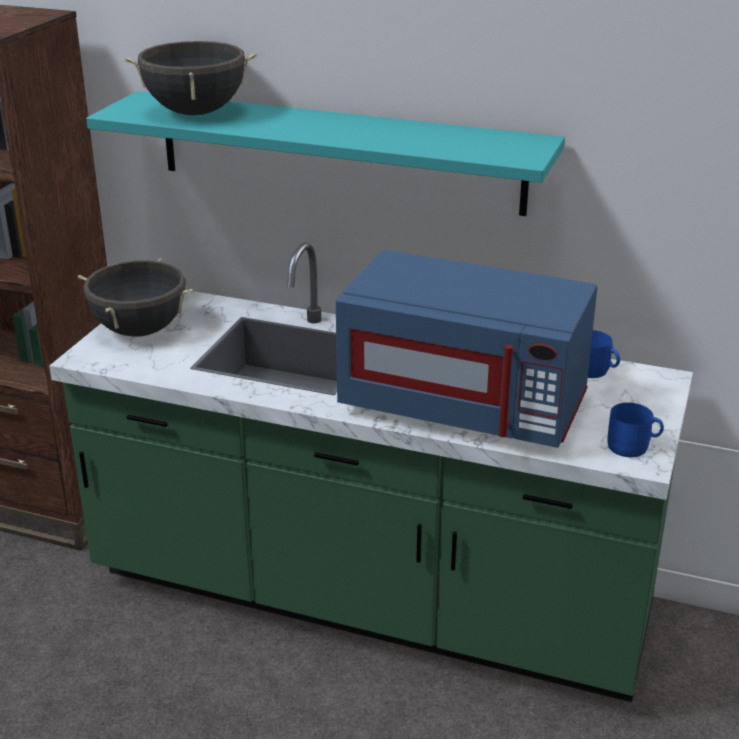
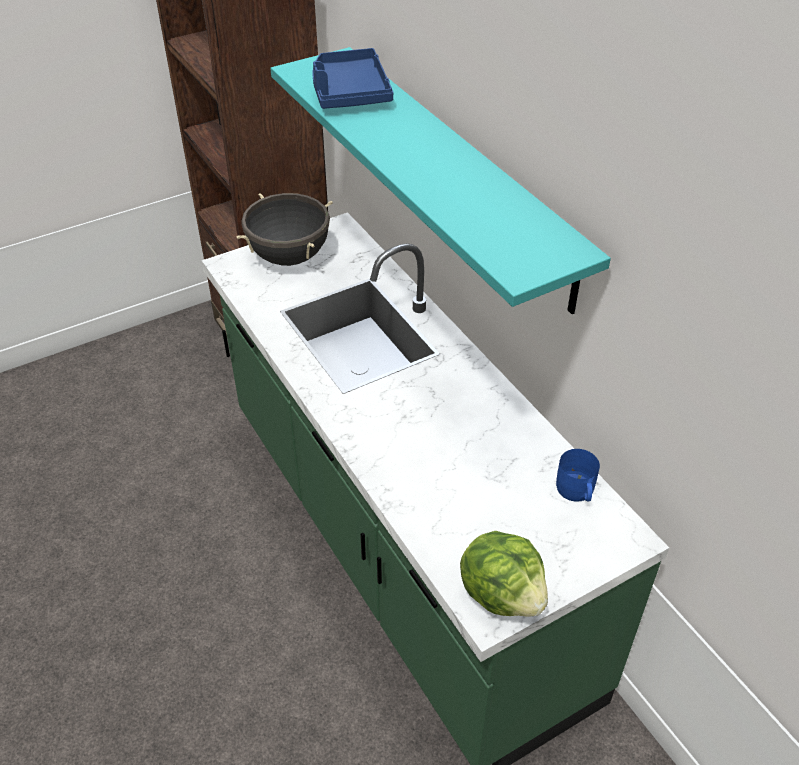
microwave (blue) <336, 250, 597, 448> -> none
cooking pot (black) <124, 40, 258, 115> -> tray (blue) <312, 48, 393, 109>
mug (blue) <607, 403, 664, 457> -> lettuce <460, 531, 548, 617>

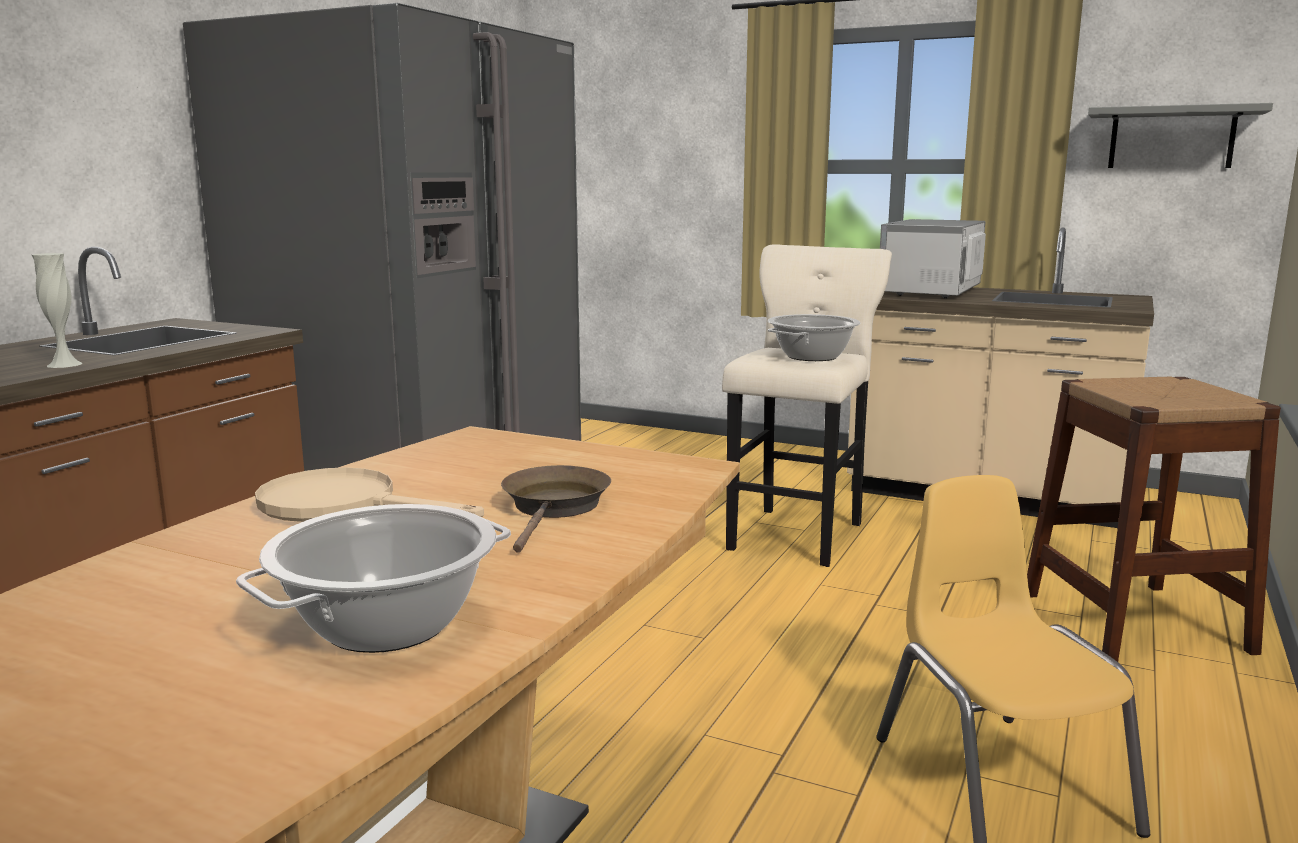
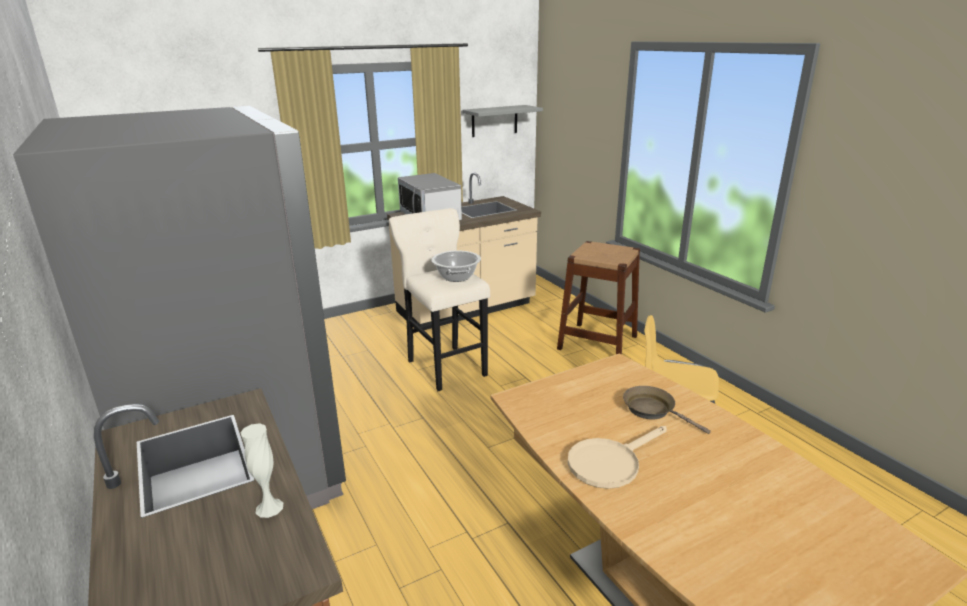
cooking pot <236, 504, 511, 653> -> none

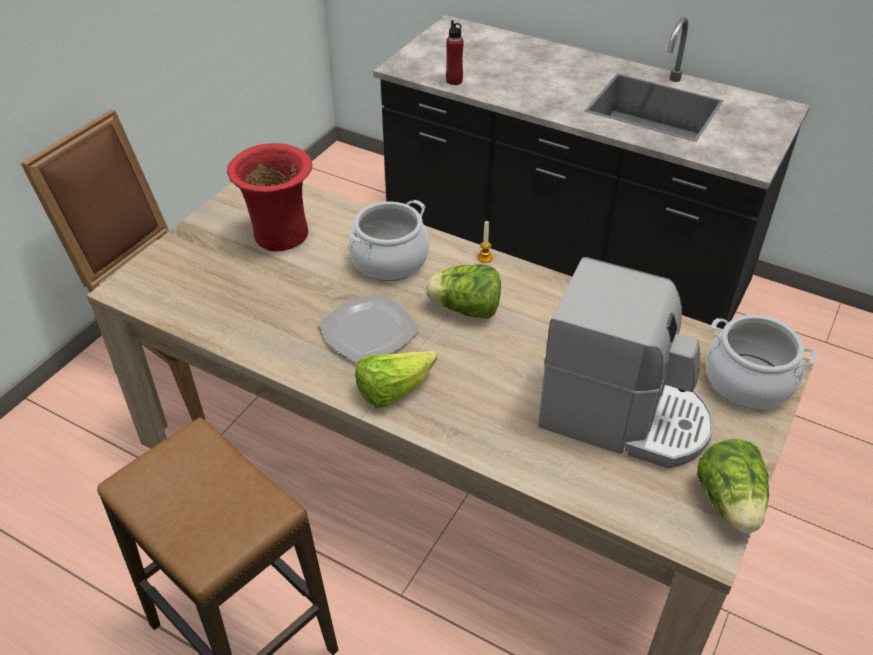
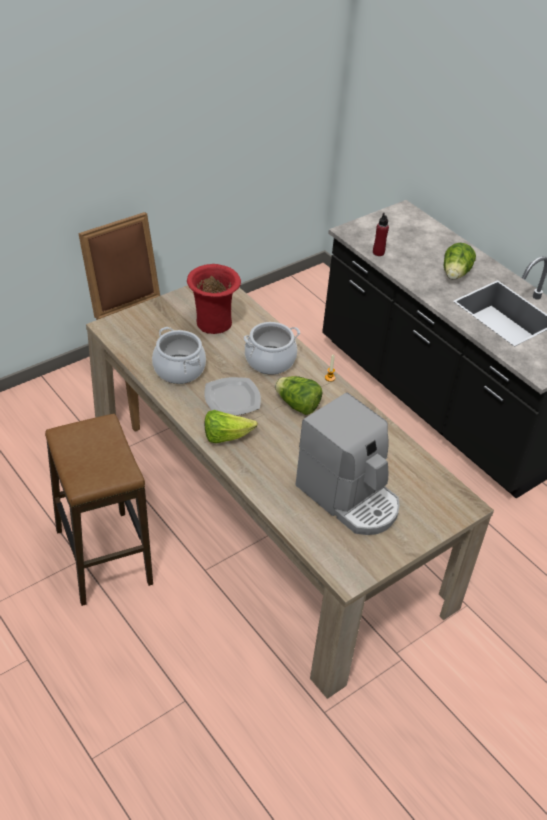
lettuce <697, 439, 769, 533> -> lettuce <444, 243, 476, 280>, move
cooking pot <706, 315, 817, 409> -> cooking pot <152, 327, 206, 384>, move

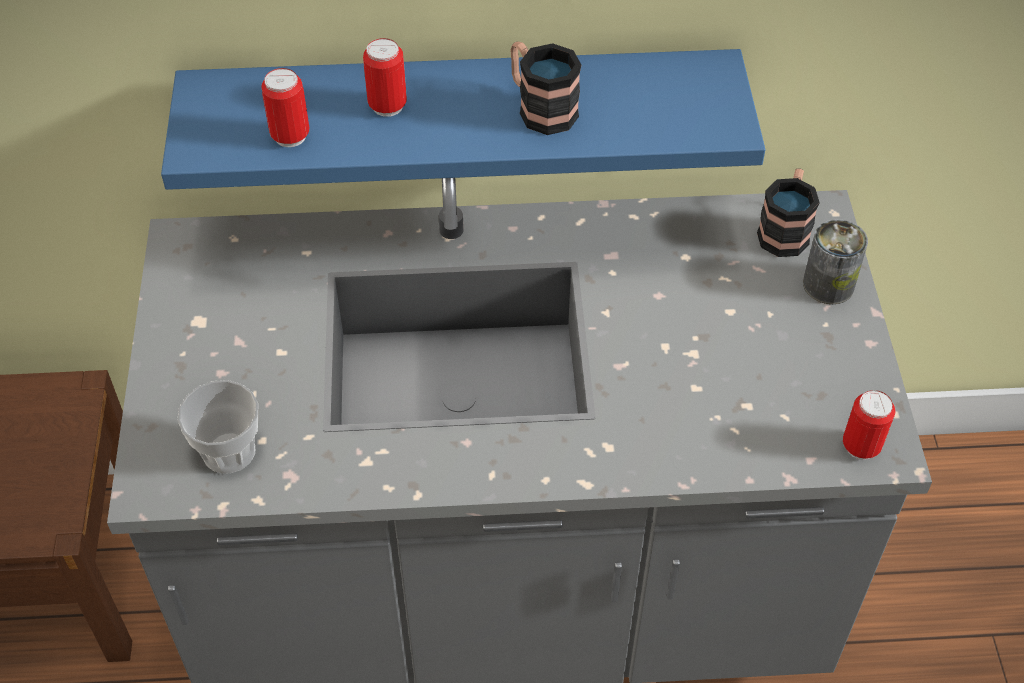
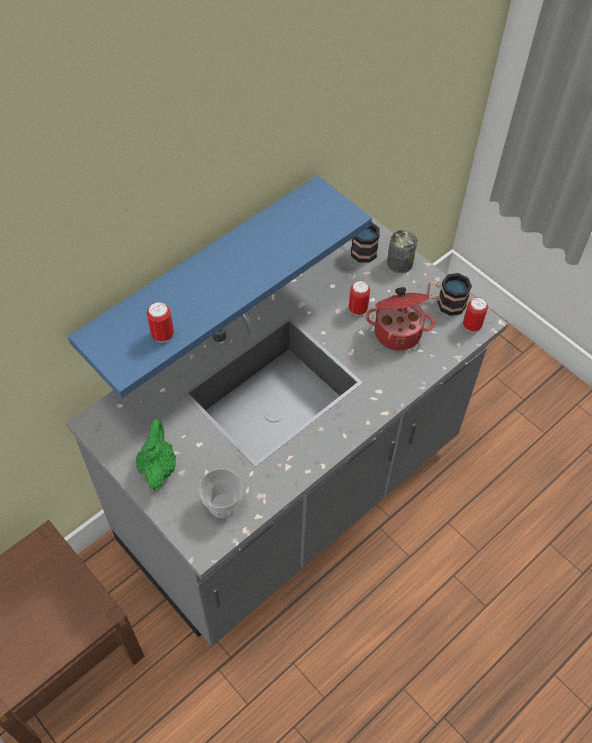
none -> teapot (green) <136, 419, 176, 491>
none -> cooking pot <366, 287, 435, 351>
can <363, 38, 407, 117> -> can <349, 281, 370, 316>, move
mug <511, 41, 581, 135> -> mug <427, 273, 472, 316>, move

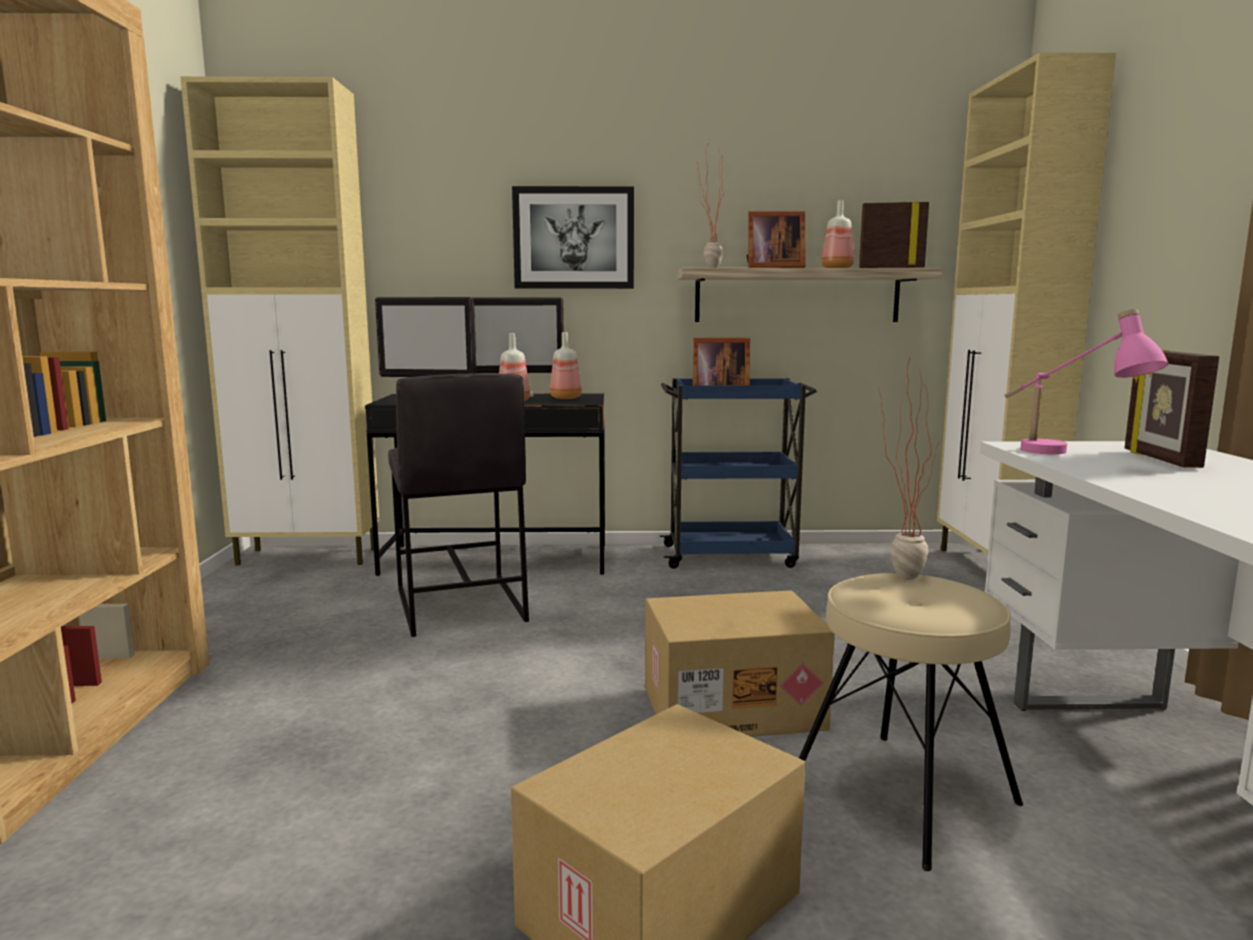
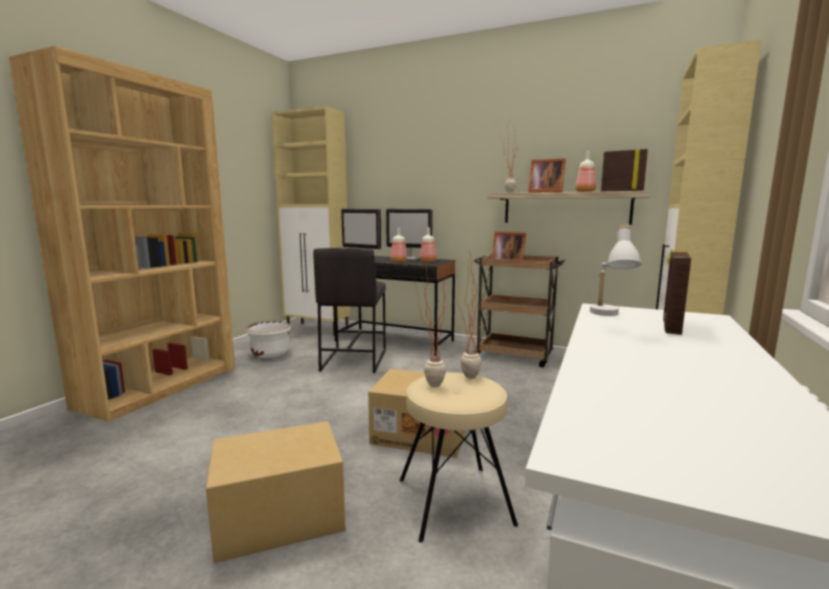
picture <512, 186, 634, 289> -> none
none -> planter (white) <246, 321, 291, 358>
none -> potted plant <415, 253, 447, 387>
cart (blue) <659, 378, 817, 569> -> cart (brown) <474, 254, 565, 368>
table lamp (pink) <1004, 309, 1168, 454> -> table lamp (white) <590, 224, 641, 316>

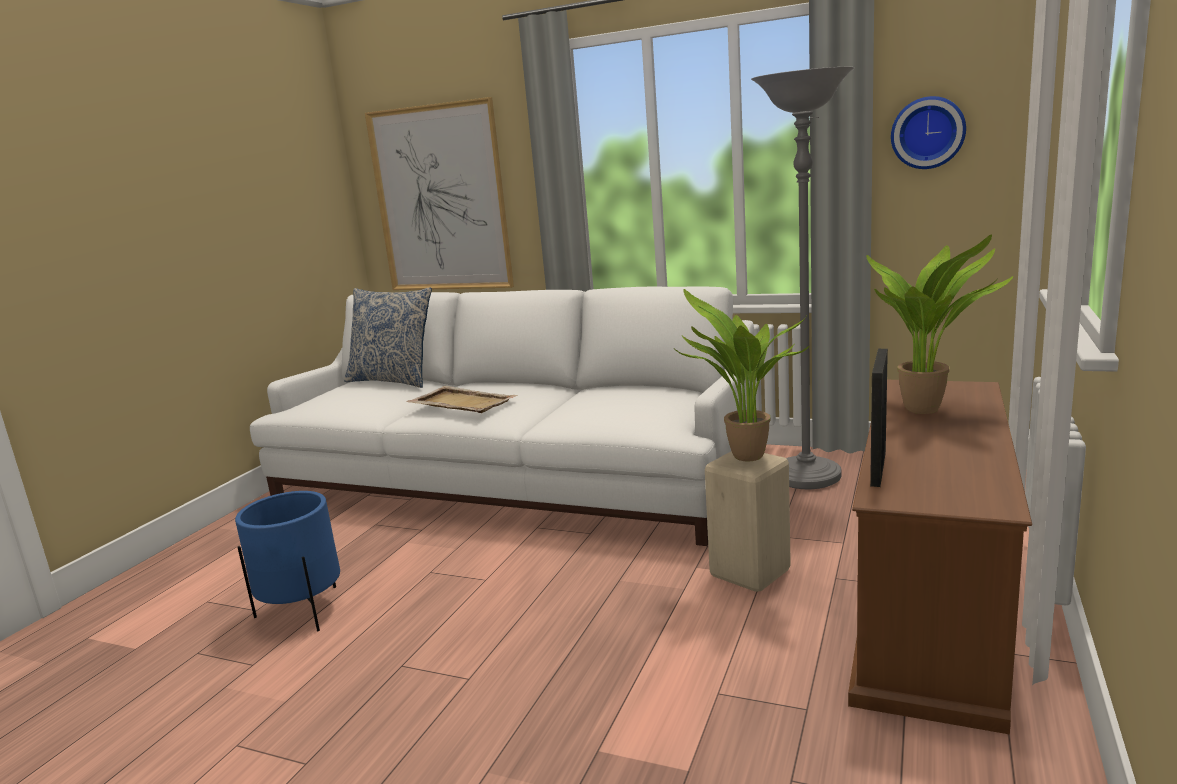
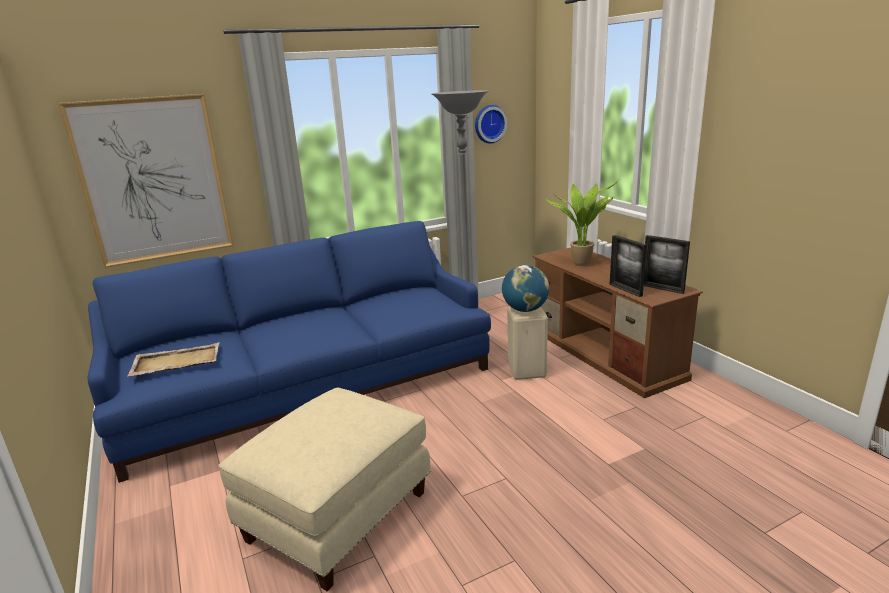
pillow <344, 287, 432, 388> -> none
none -> picture frame <644, 235, 690, 294>
tray (beige) <406, 386, 518, 413> -> tray (beige) <127, 342, 219, 377>, move
planter (blue) <235, 491, 340, 631> -> ottoman (beige) <219, 388, 431, 591>
potted plant <675, 289, 809, 462> -> globe <502, 265, 549, 312>
sofa (white) <250, 286, 754, 546> -> sofa (blue) <88, 221, 491, 483>

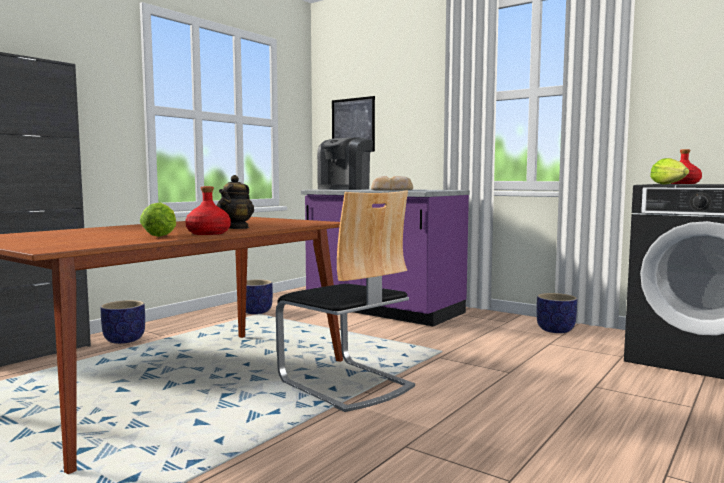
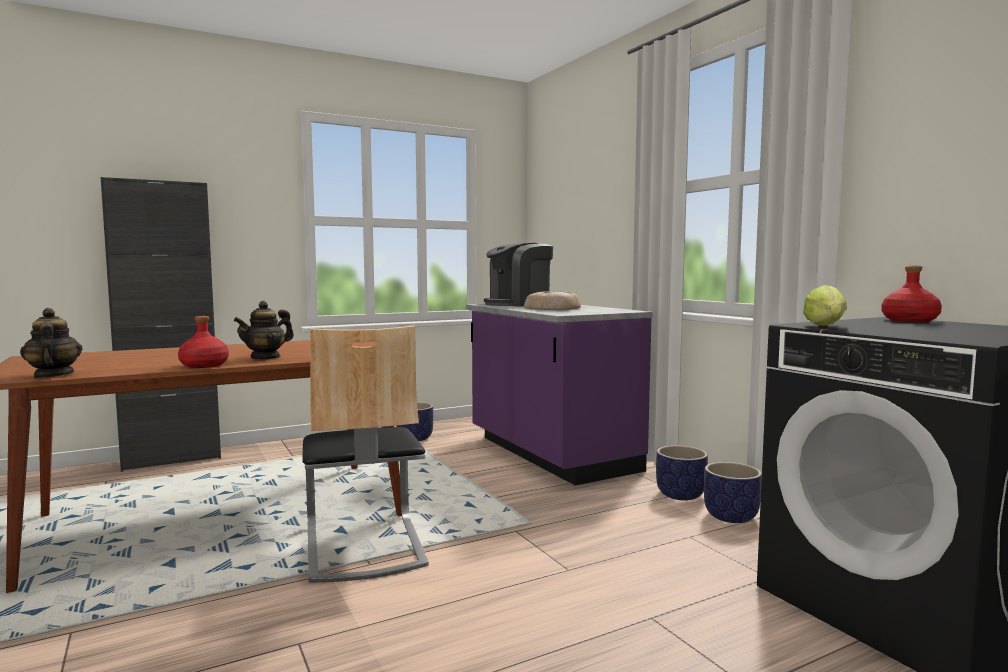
lettuce <140, 203, 176, 237> -> none
picture <332, 96, 375, 152> -> none
none -> teapot <20, 308, 83, 378>
planter <101, 300, 145, 344> -> planter <656, 445, 708, 501>, move

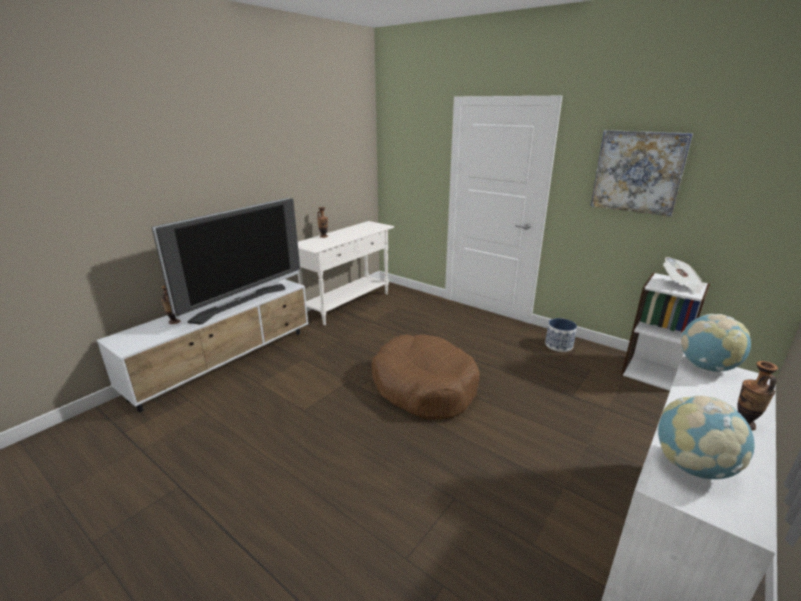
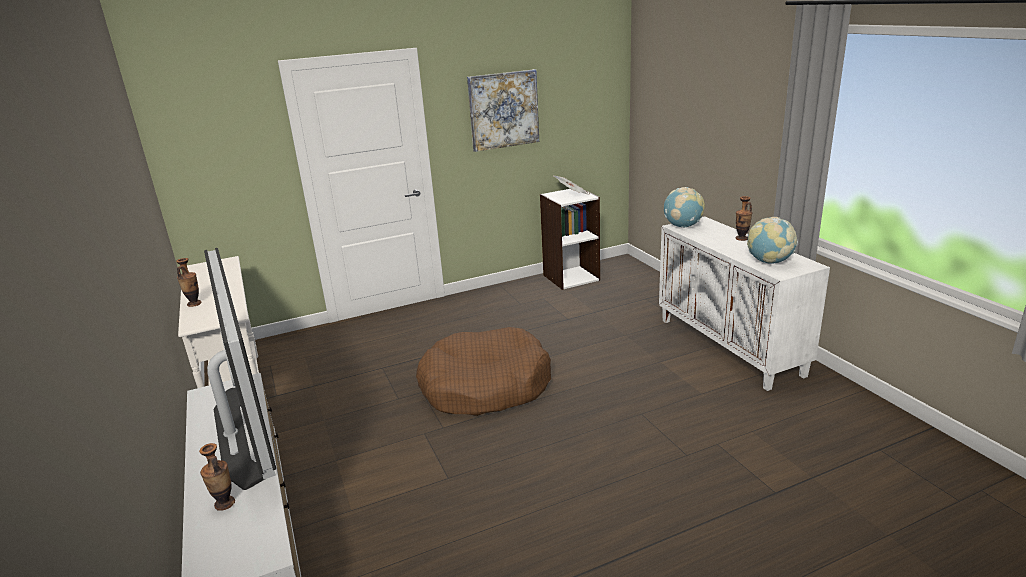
planter <545, 318, 577, 352> -> none

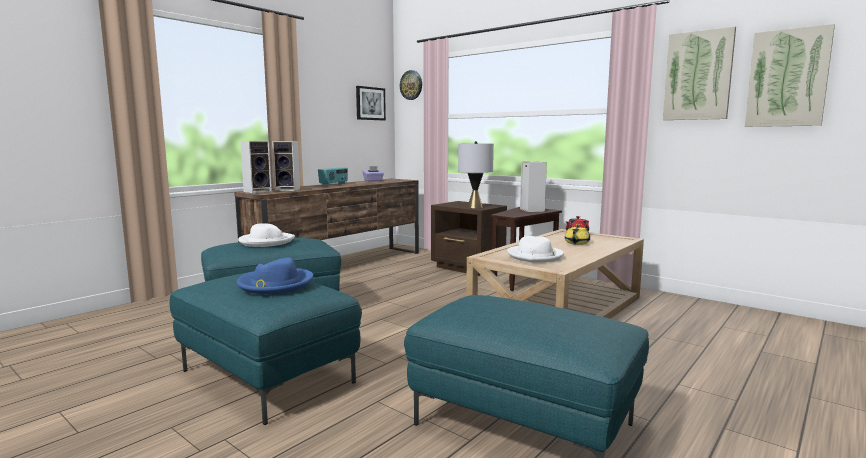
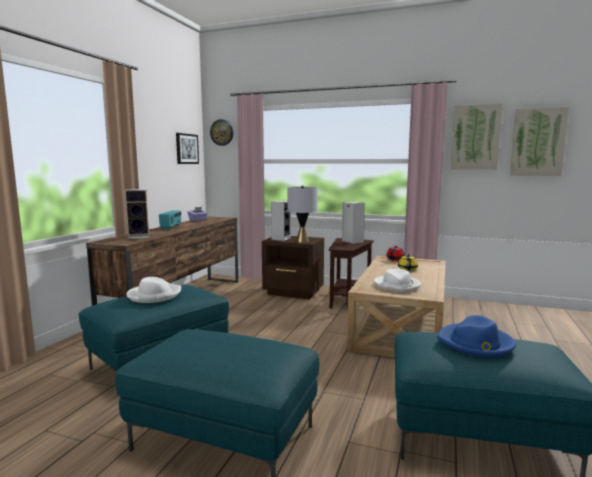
hat (blue) <236, 258, 313, 294> -> hat (blue) <437, 315, 516, 357>, move
speaker <240, 141, 272, 193> -> speaker <271, 201, 291, 241>, move

